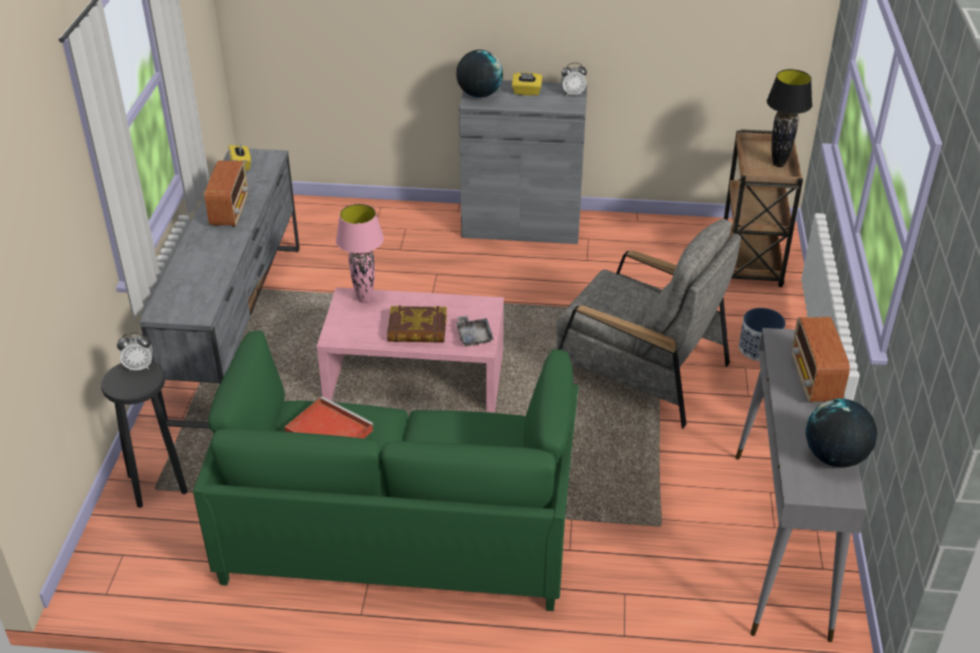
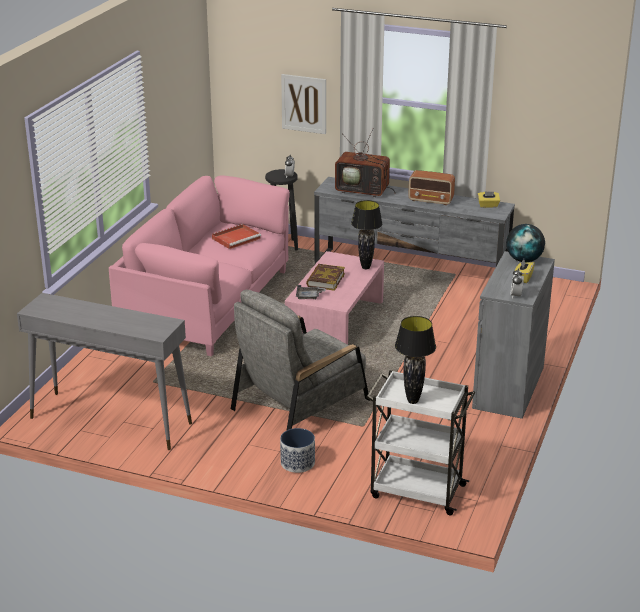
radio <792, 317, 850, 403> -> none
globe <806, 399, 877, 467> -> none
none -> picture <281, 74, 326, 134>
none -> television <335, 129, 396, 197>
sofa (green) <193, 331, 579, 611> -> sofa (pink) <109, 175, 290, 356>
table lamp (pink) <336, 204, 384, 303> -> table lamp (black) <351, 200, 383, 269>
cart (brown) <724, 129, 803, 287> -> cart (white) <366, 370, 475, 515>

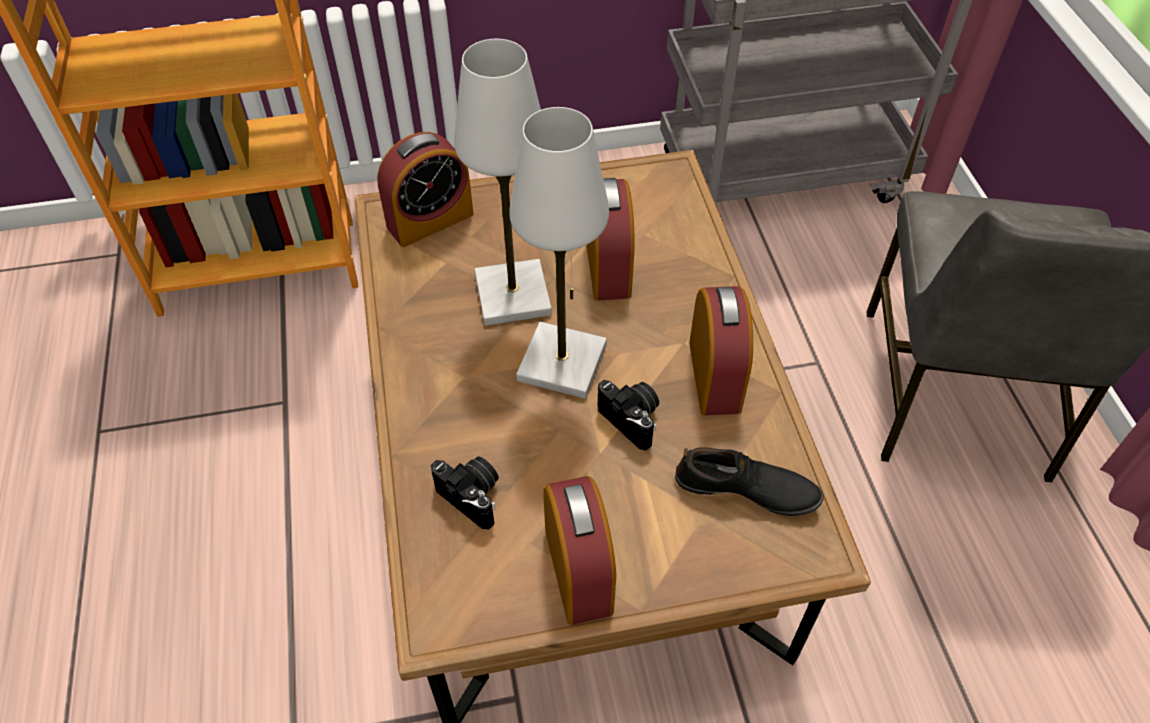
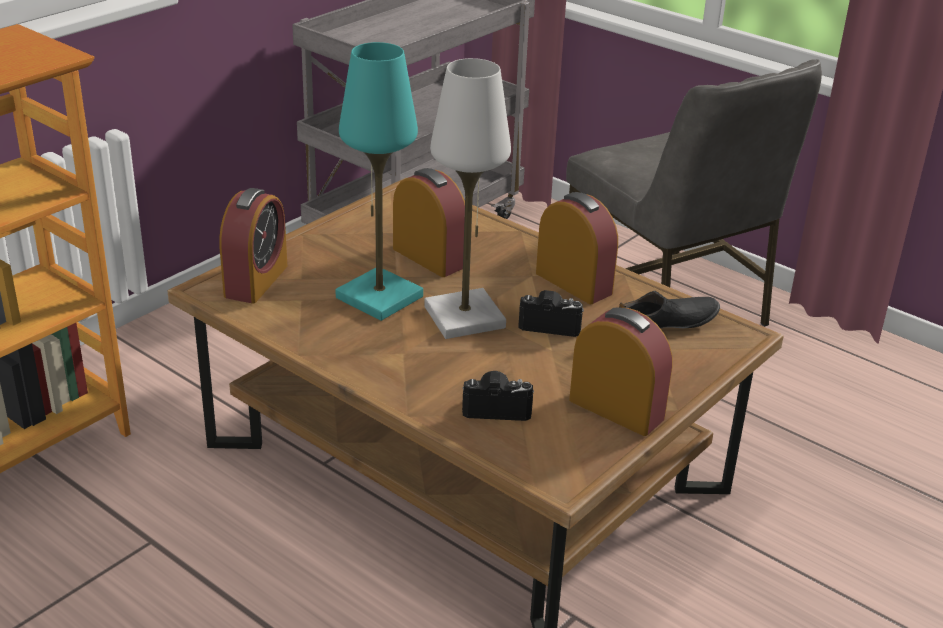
table lamp (white) <454, 39, 552, 326> -> table lamp (turquoise) <336, 42, 423, 321>

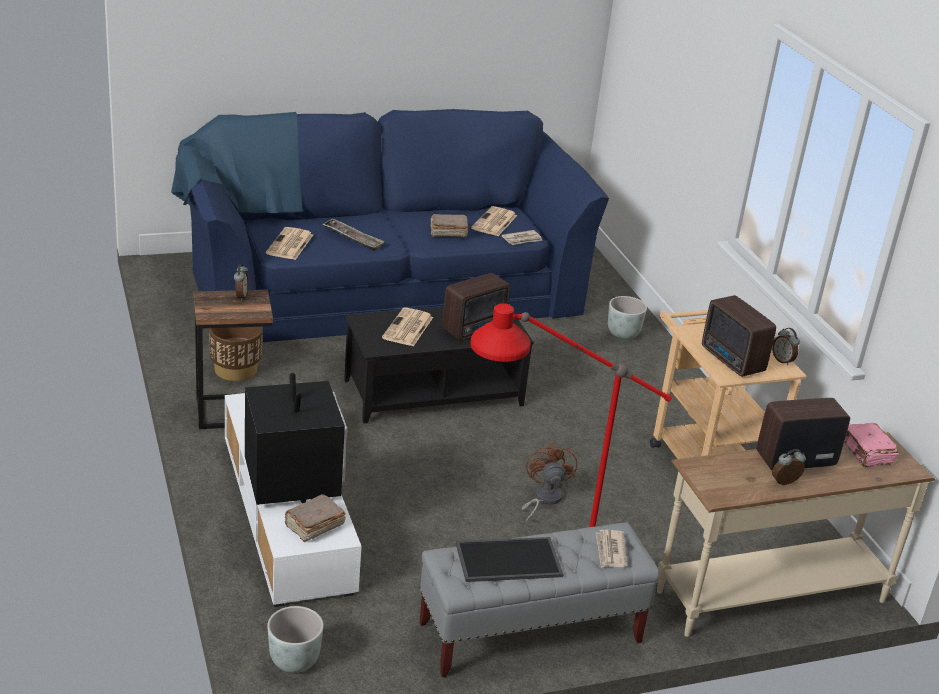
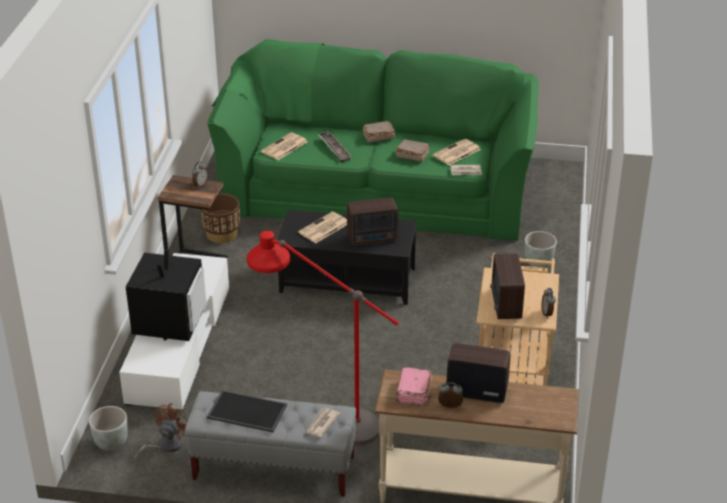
book (brown) <284, 494, 346, 542> -> book (brown) <362, 121, 395, 143>, move
fan (brown) <521, 442, 577, 522> -> fan (brown) <134, 403, 188, 461>, move
book (pink) <844, 423, 898, 467> -> book (pink) <396, 368, 432, 406>, move
sofa (blue) <171, 109, 609, 342> -> sofa (green) <207, 39, 539, 240>

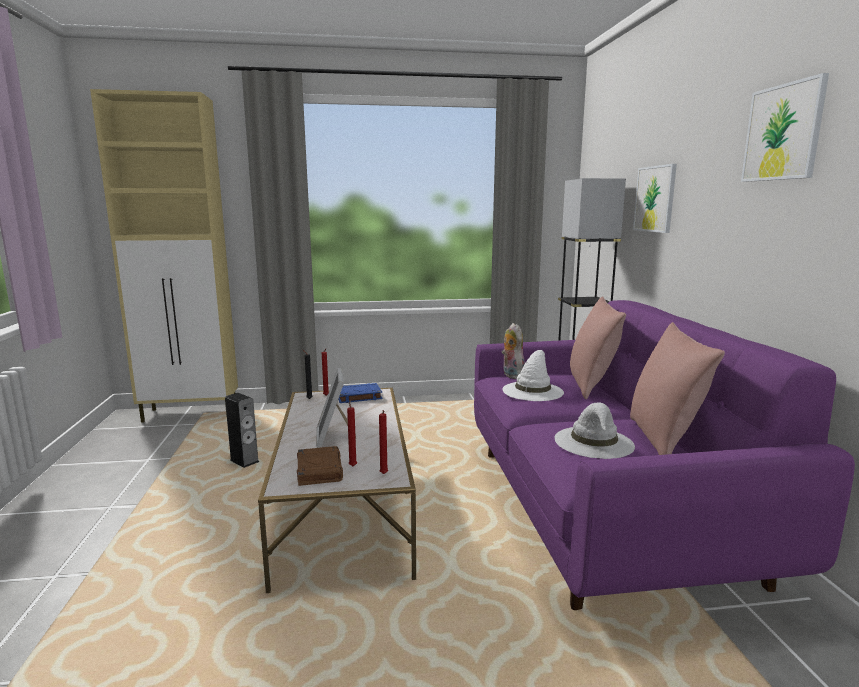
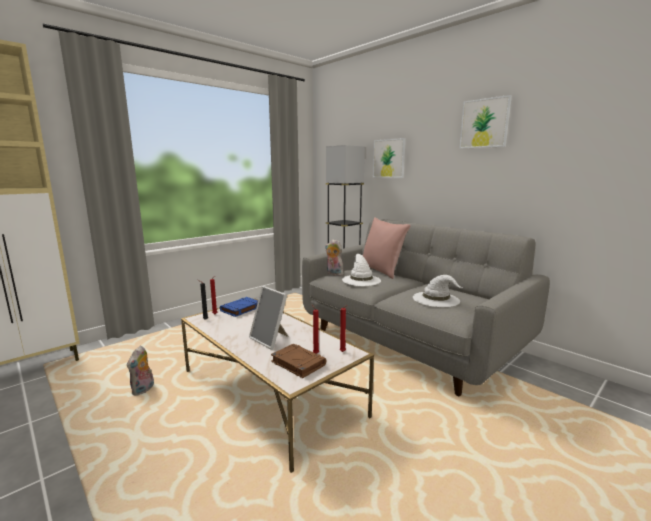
pillow (pink) <630, 322, 725, 455> -> none
speaker <225, 393, 259, 468> -> plush toy <127, 346, 154, 396>
sofa (purple) <474, 300, 855, 610> -> sofa (grey) <302, 219, 550, 396>

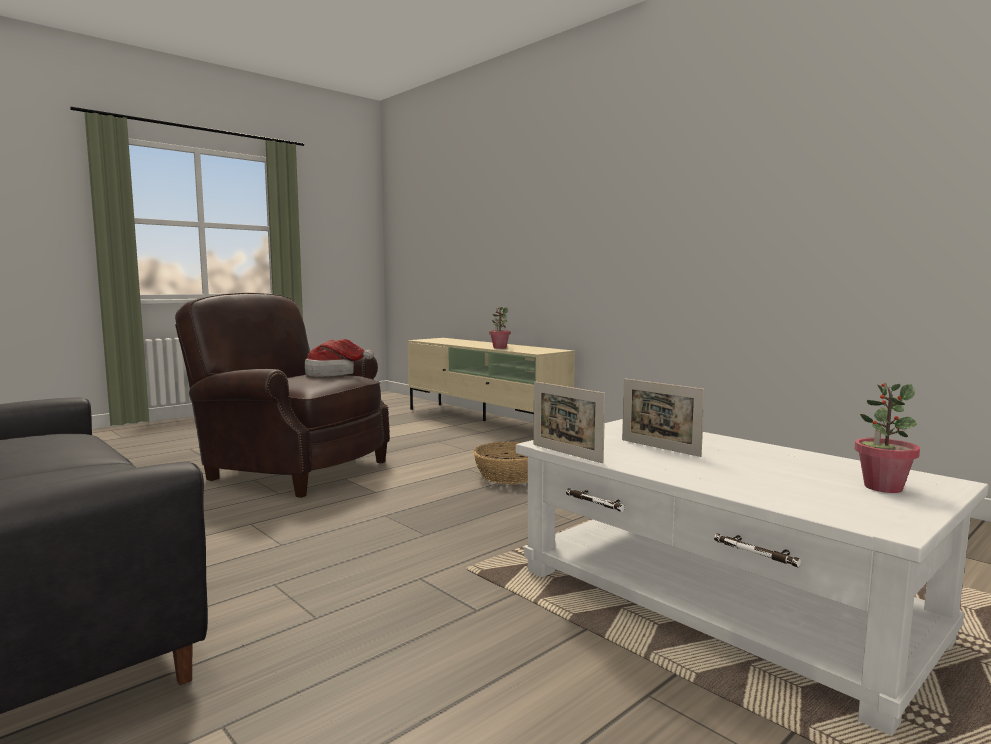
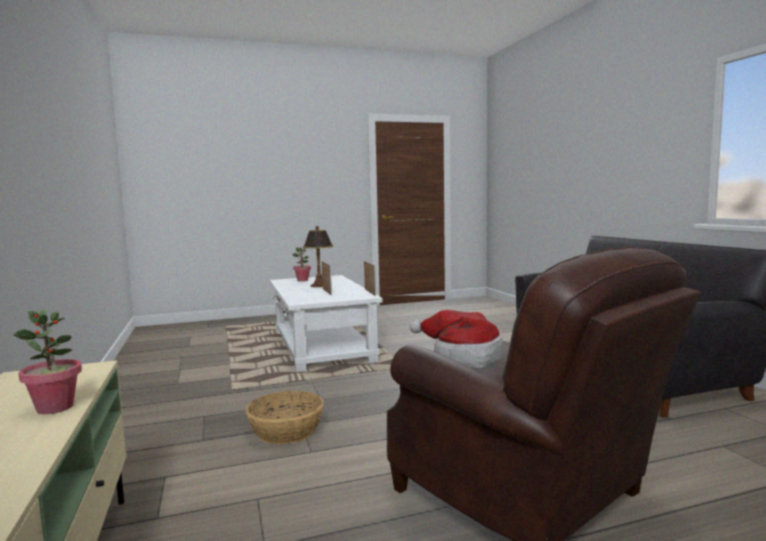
none -> table lamp <303, 226, 334, 287>

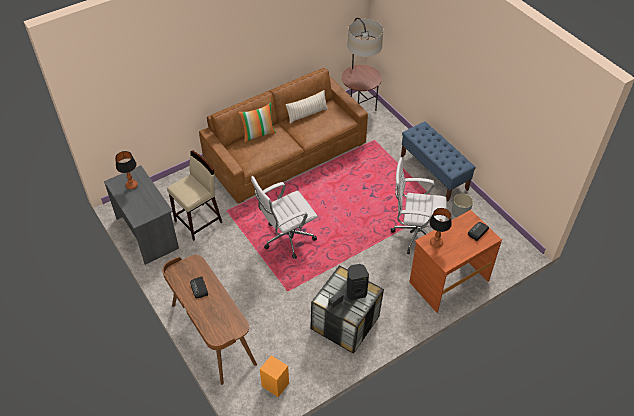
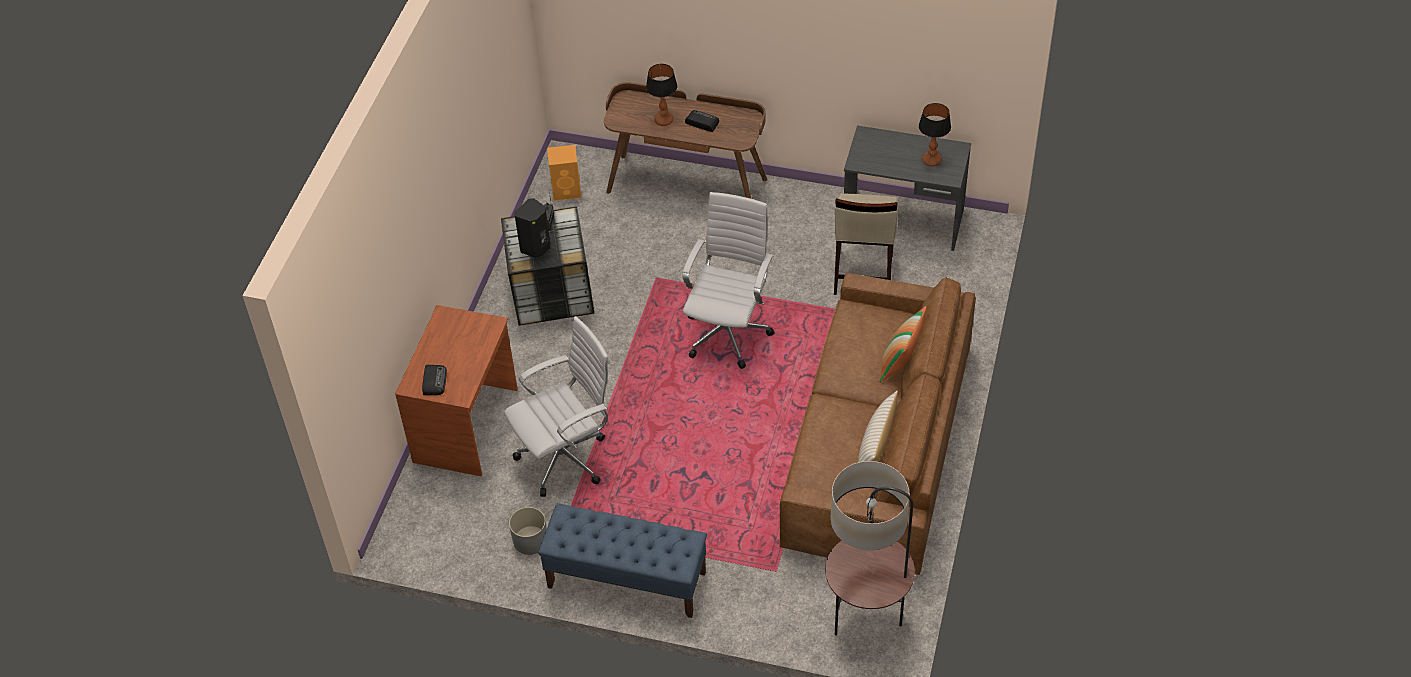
table lamp <429, 208, 452, 248> -> table lamp <646, 64, 677, 126>, move

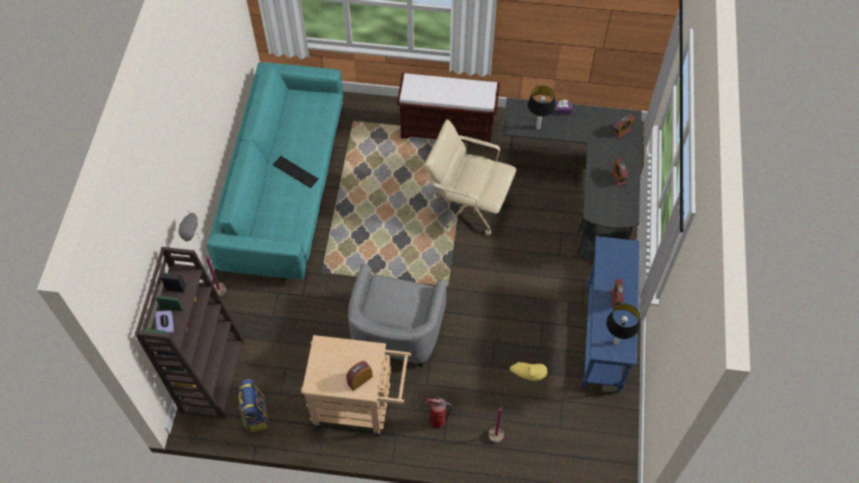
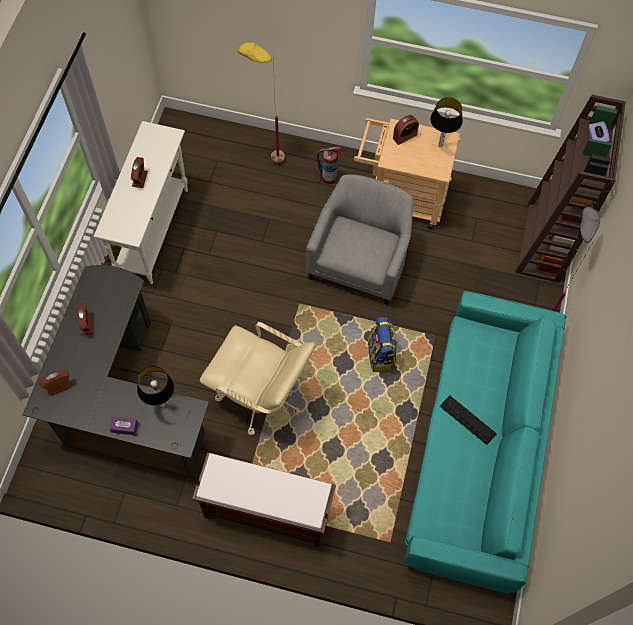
backpack <238, 379, 268, 432> -> backpack <368, 317, 397, 372>, move
table lamp <606, 303, 640, 345> -> table lamp <430, 97, 462, 147>, move
console table (blue) <582, 236, 640, 393> -> console table (white) <94, 121, 188, 284>

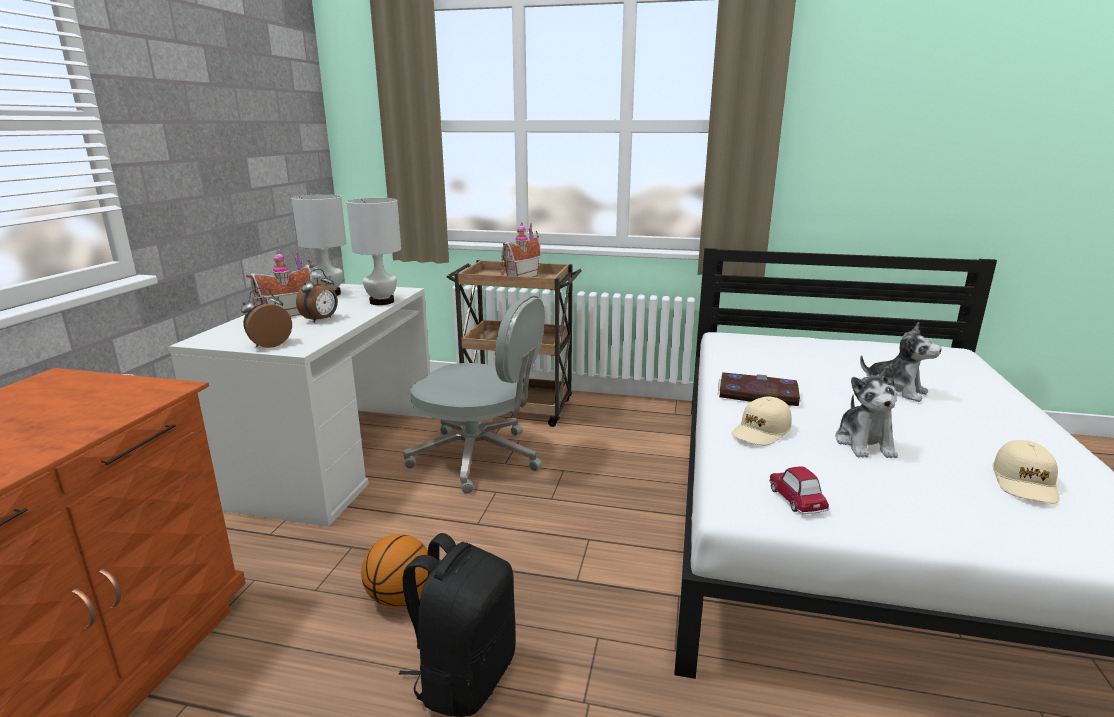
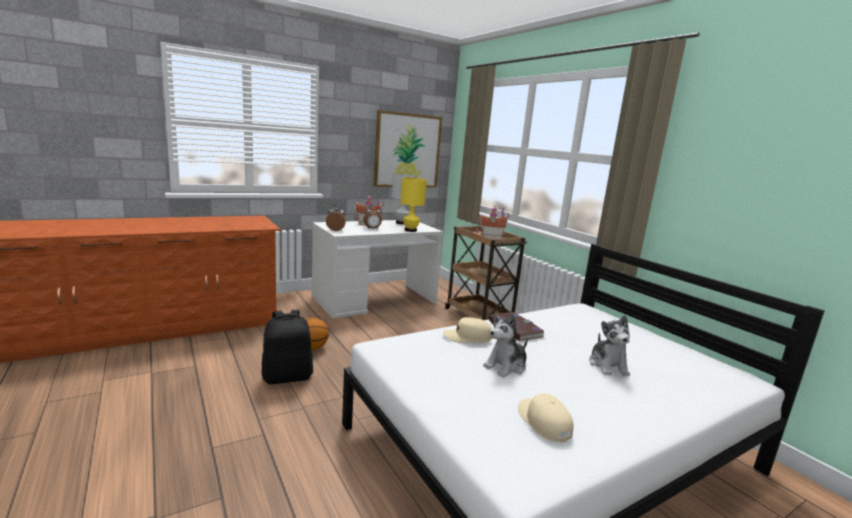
office chair (grey) <403, 294, 545, 494> -> none
toy car <769, 466, 829, 514> -> none
none -> picture <373, 110, 442, 188>
table lamp (white) <346, 198, 401, 305> -> table lamp (yellow) <401, 177, 427, 232>
cap (beige) <993, 440, 1060, 504> -> cap (beige) <518, 394, 574, 443>, 90 degrees clockwise

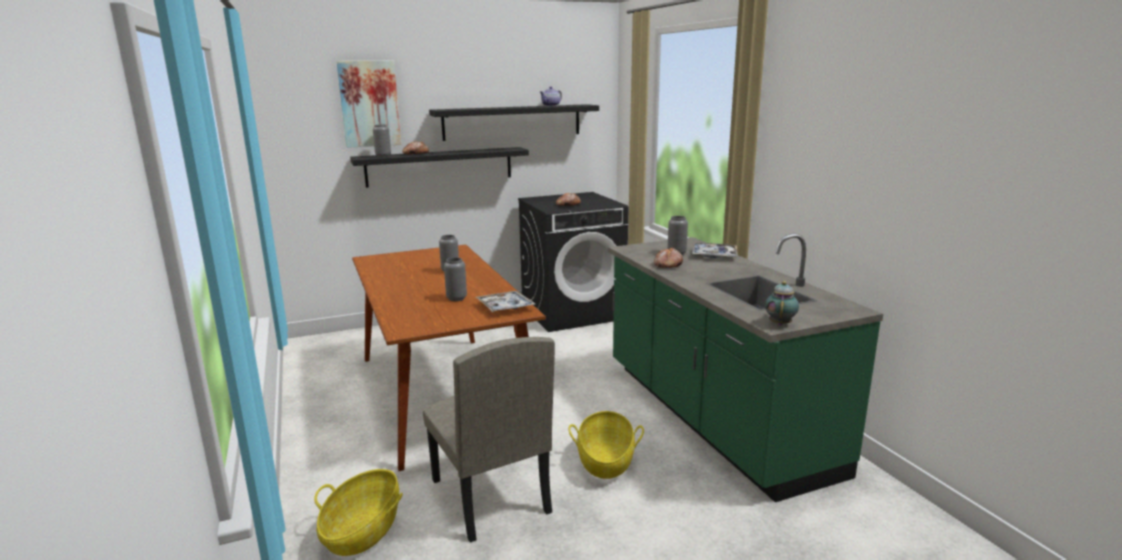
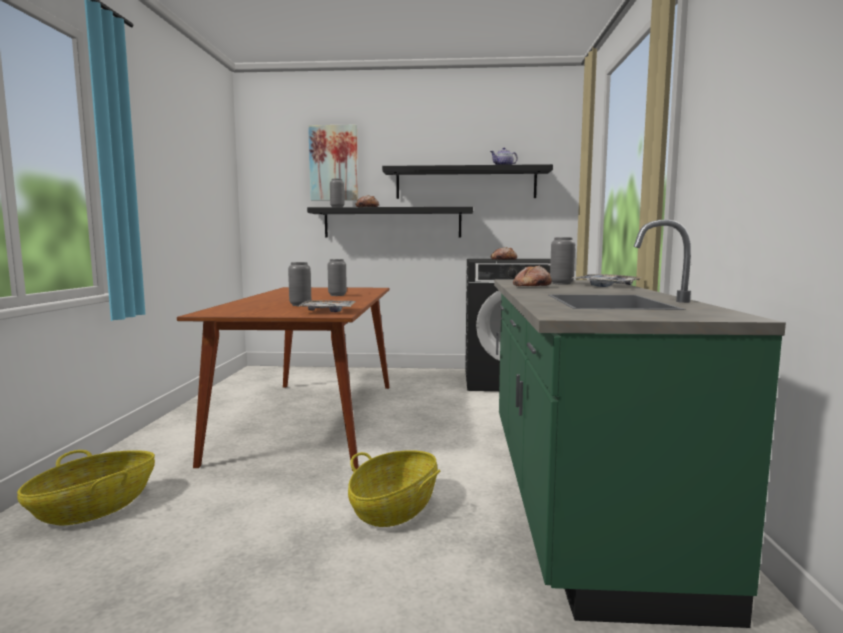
chair (beige) <423, 337, 555, 542> -> none
teapot <765, 281, 799, 326> -> none

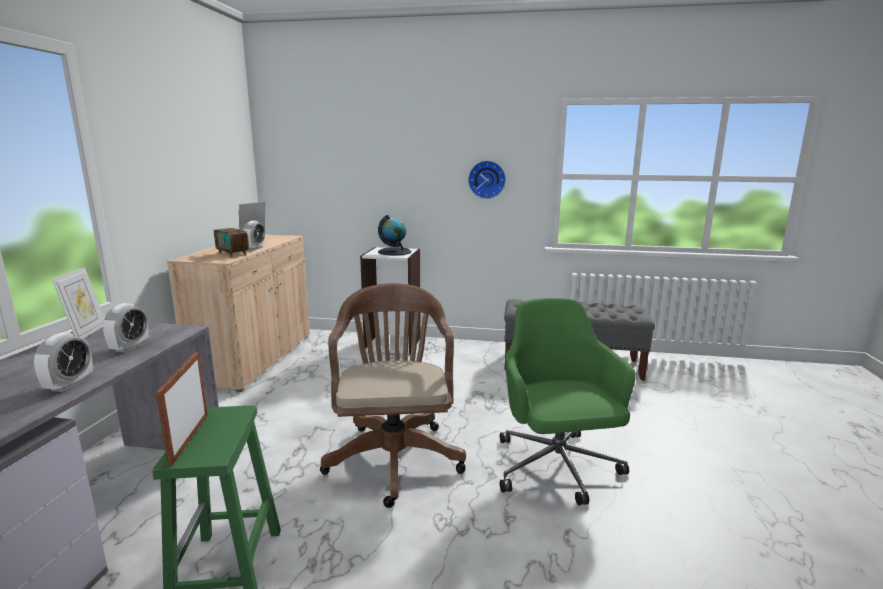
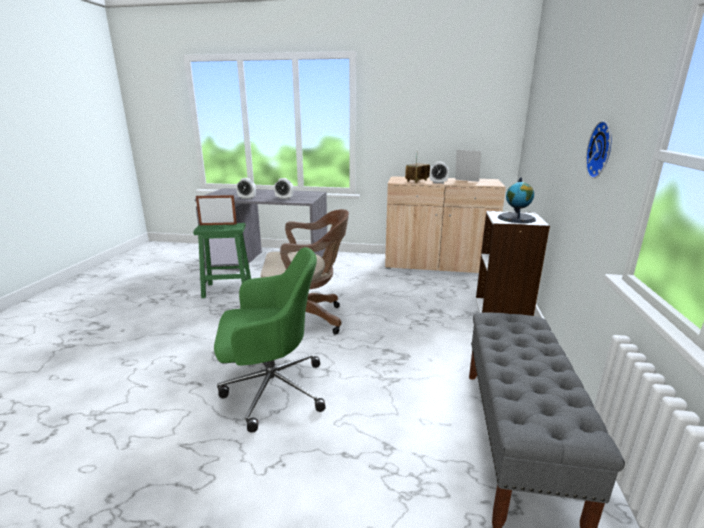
picture frame <52, 267, 104, 339> -> none

